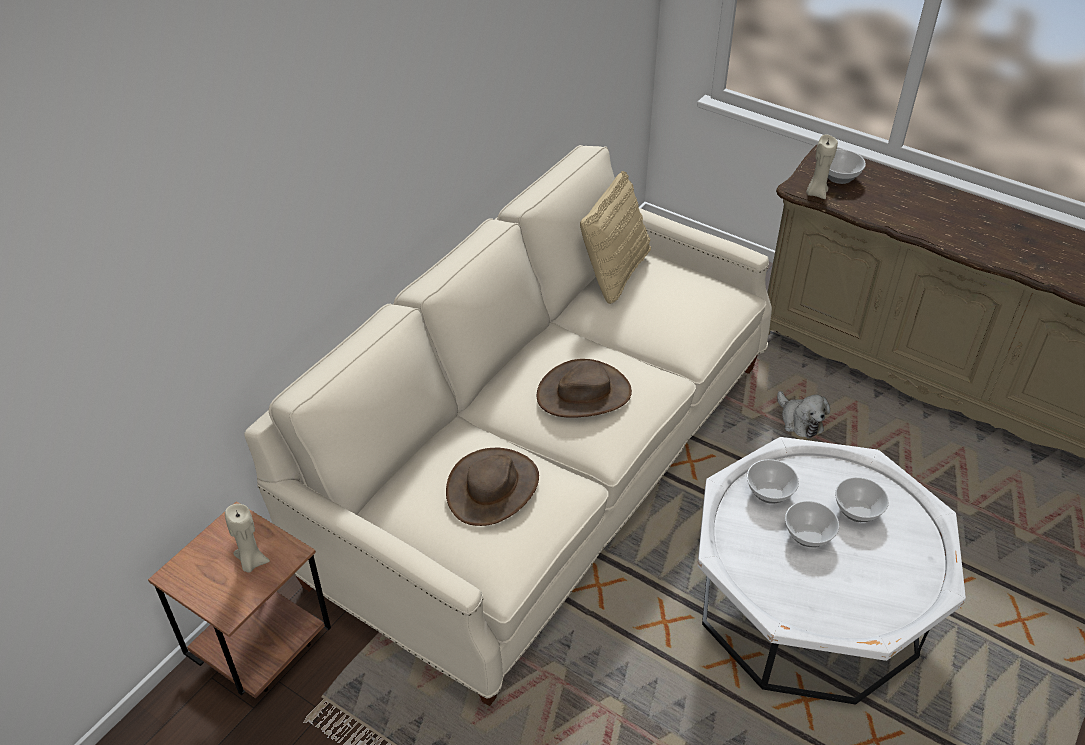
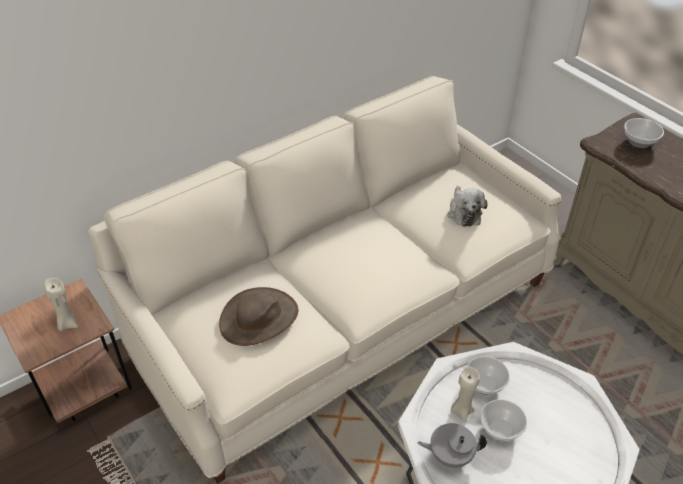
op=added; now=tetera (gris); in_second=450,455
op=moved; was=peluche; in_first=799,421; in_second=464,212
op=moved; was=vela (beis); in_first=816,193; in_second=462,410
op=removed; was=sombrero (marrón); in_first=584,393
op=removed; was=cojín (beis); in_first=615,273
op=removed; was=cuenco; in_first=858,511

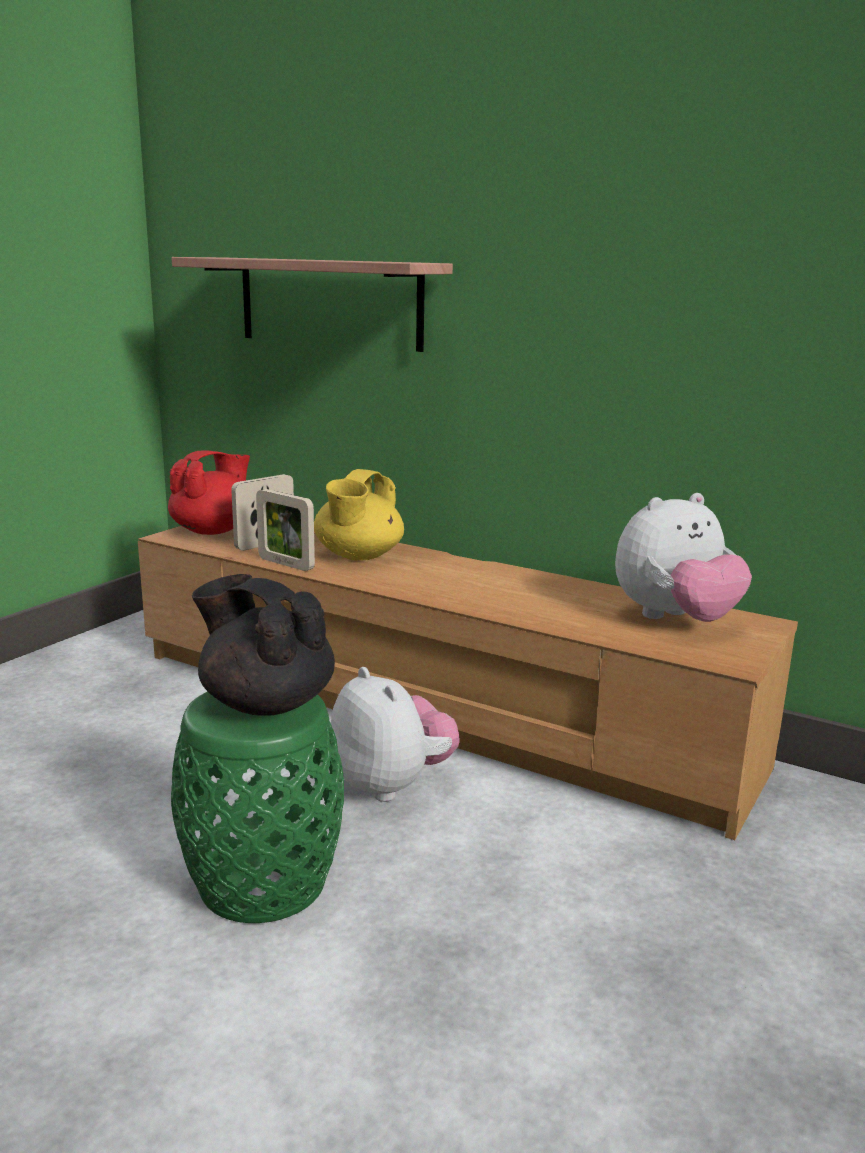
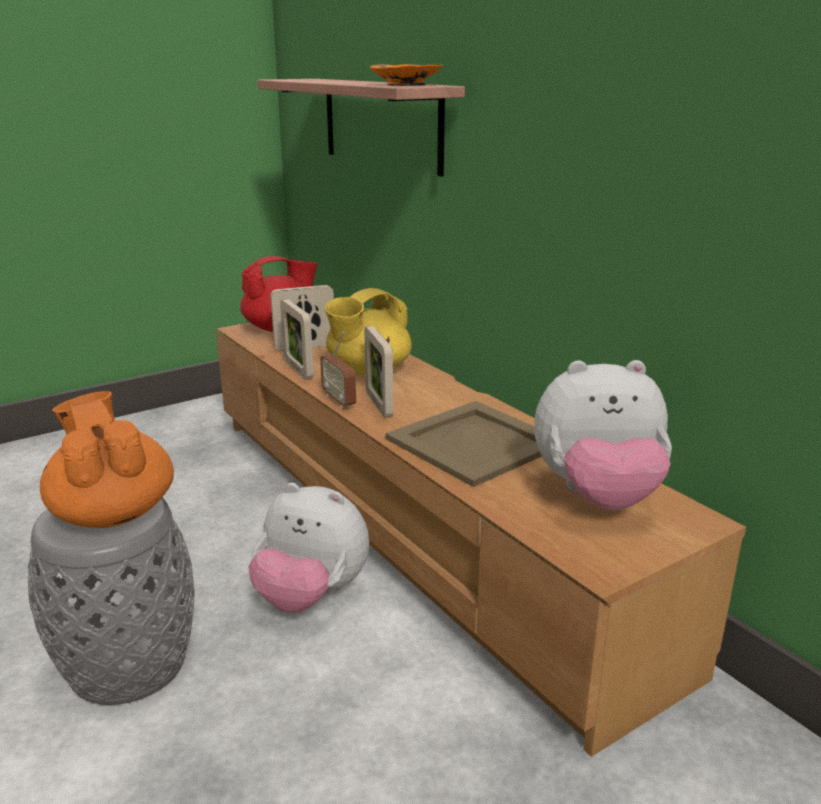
op=recoloured; was=taburete (verde); now=taburete (gris); in_first=263,884; in_second=129,665
op=recoloured; was=tetera (negro); now=tetera (naranja); in_first=266,703; in_second=113,513
op=turned; was=peluche; in_first=392,785; in_second=311,596; clockwise=120
op=added; now=radio; in_second=339,400
op=added; now=portarretratos; in_second=379,404
op=added; now=cuenco (naranja); in_second=407,84
op=added; now=bandeja (beis); in_second=474,443

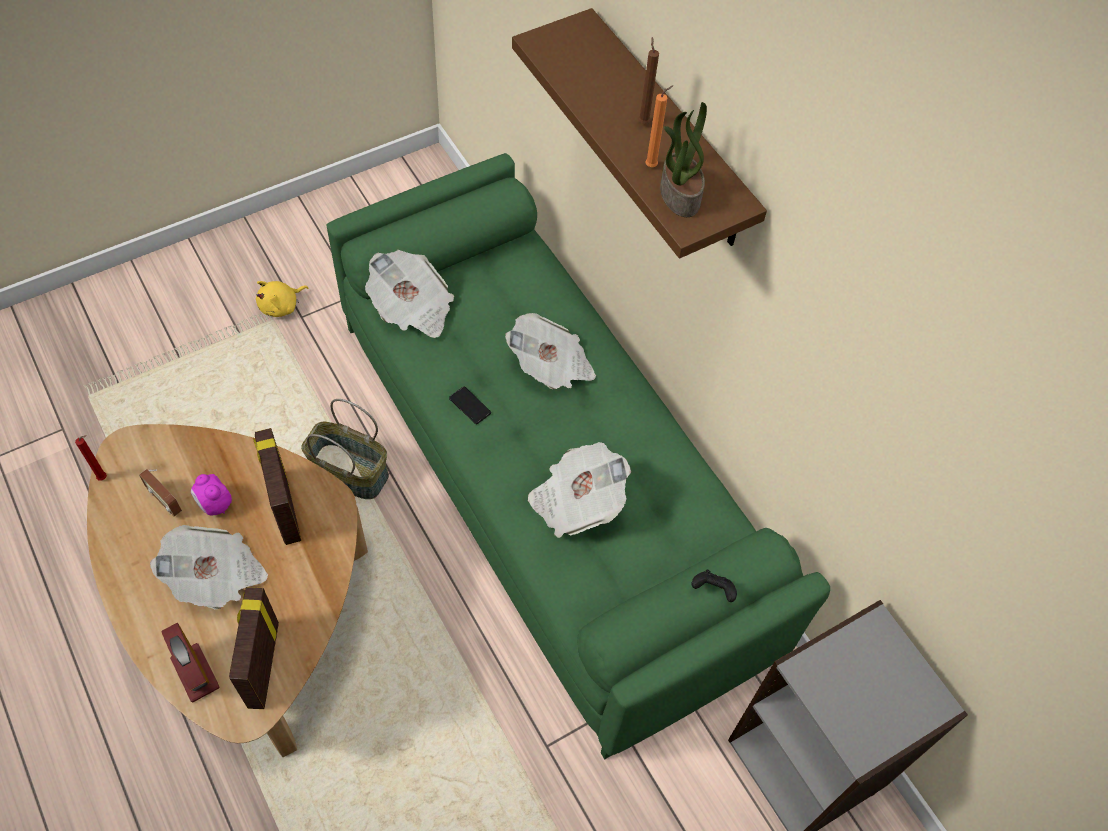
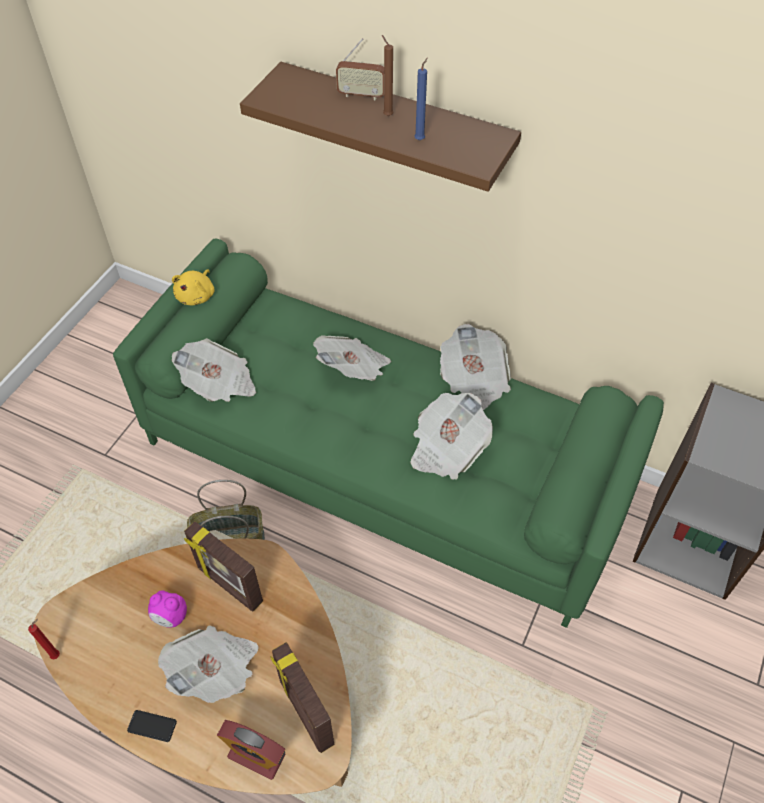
op=moved; was=móvil; in_first=470,405; in_second=152,726
op=moved; was=peluche (amarillo); in_first=281,306; in_second=197,296
op=moved; was=radio; in_first=165,501; in_second=361,95
op=recoloured; was=vela (naranja); now=vela (azul); in_first=653,165; in_second=420,139
op=added; now=periódico; in_second=474,381
op=removed; was=planta en maceta; in_first=678,194
op=removed; was=mando de consola (negro); in_first=713,590

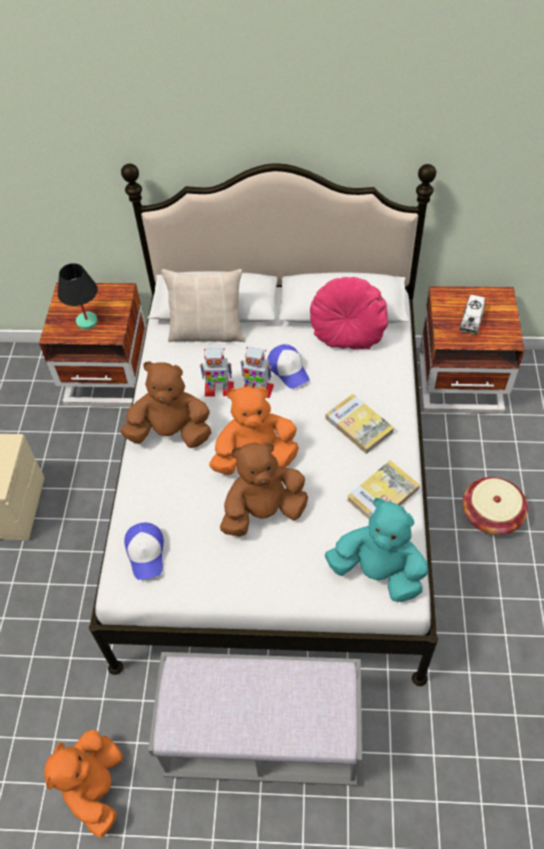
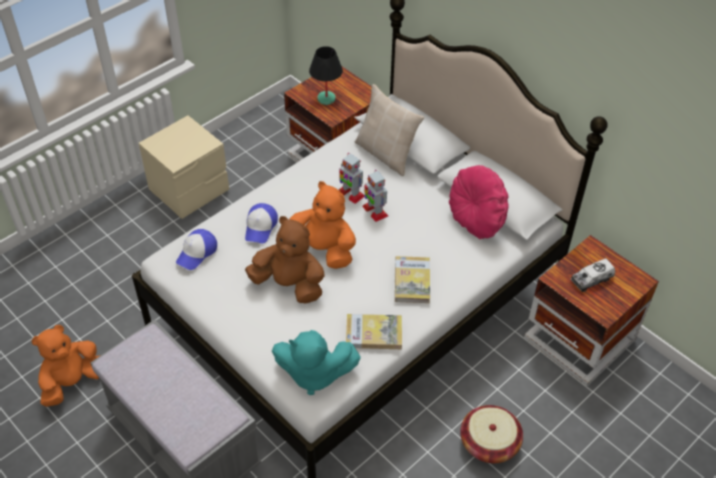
op=moved; was=gorra; in_first=288,370; in_second=261,227
op=turned; was=peluche (turquesa); in_first=378,572; in_second=313,374; clockwise=120
op=removed; was=peluche (marrón); in_first=171,432

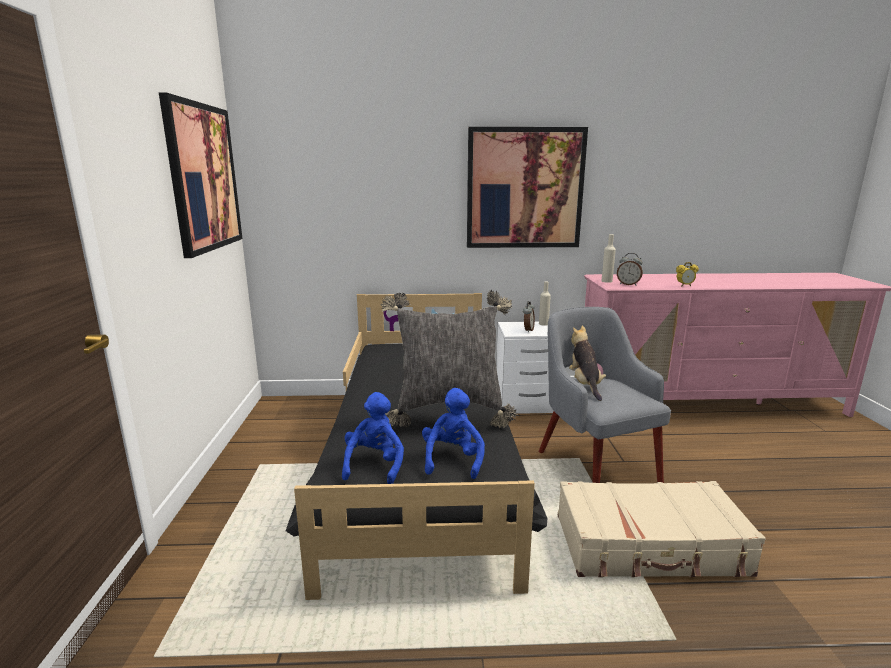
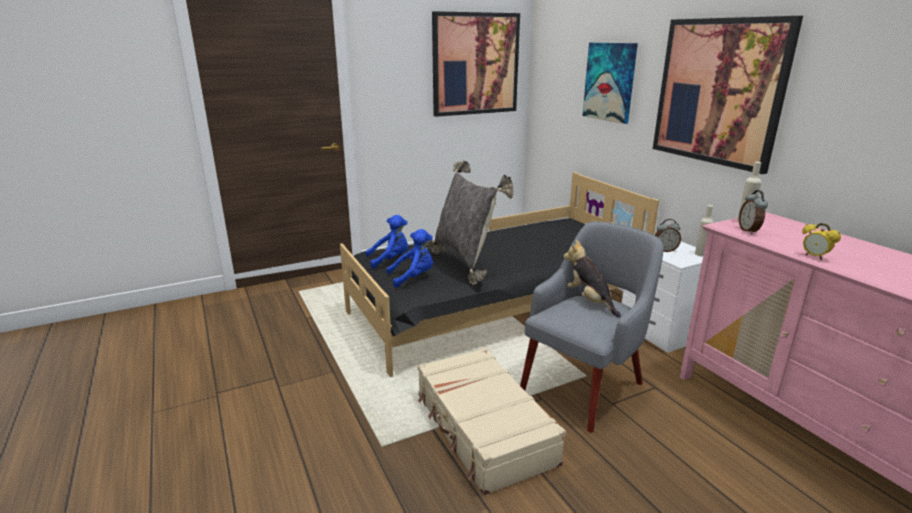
op=turned; was=peluche; in_first=585,384; in_second=589,301; clockwise=-90
op=added; now=cuadro; in_second=610,82

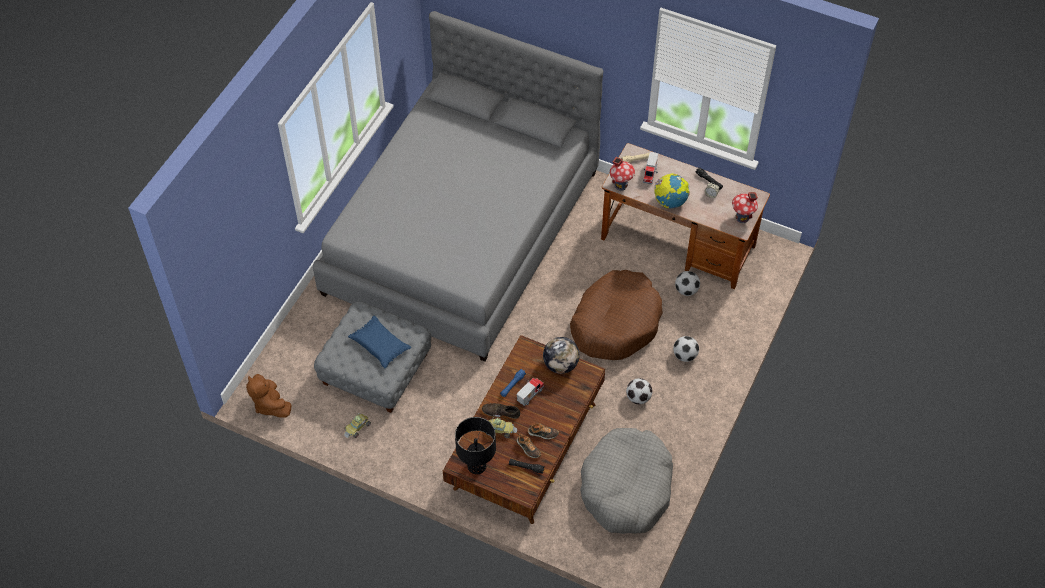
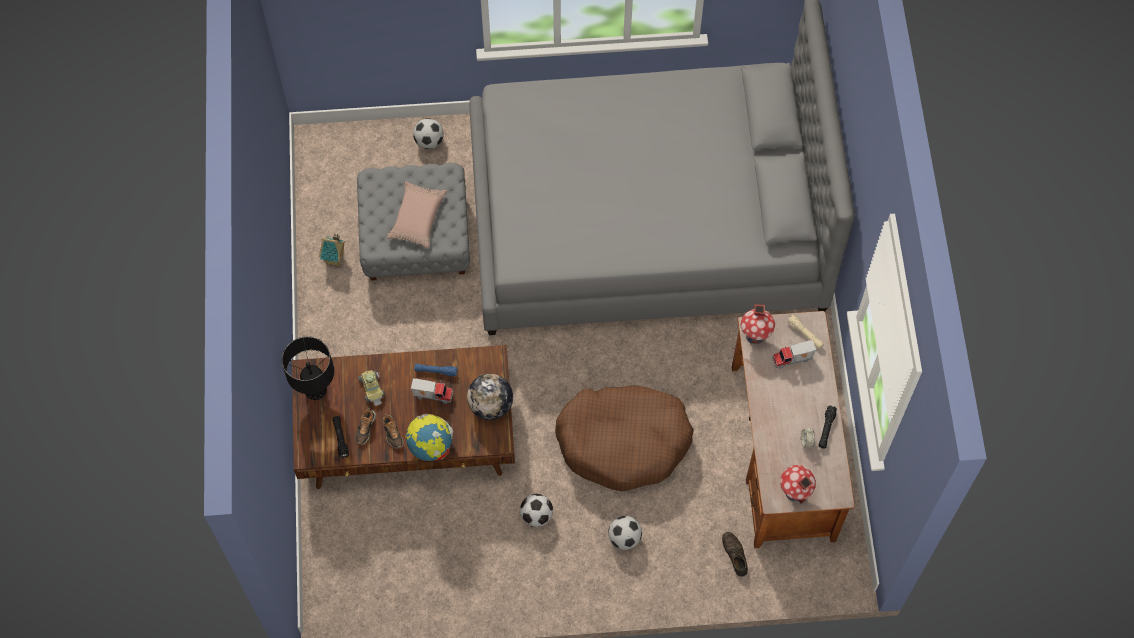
op=replaced; was=coche de juguete; now=casita; in_first=357,428; in_second=335,259
op=recoloured; was=cojín (azul); now=cojín (beis); in_first=379,344; in_second=417,217
op=moved; was=globo terráqueo; in_first=670,202; in_second=431,446
op=moved; was=balón de fútbol; in_first=686,290; in_second=429,141
op=moved; was=zapato (marrón); in_first=501,412; in_second=735,555
op=removed; was=peluche (marrón); in_first=270,404
op=removed; was=cama para perro (gris); in_first=626,488

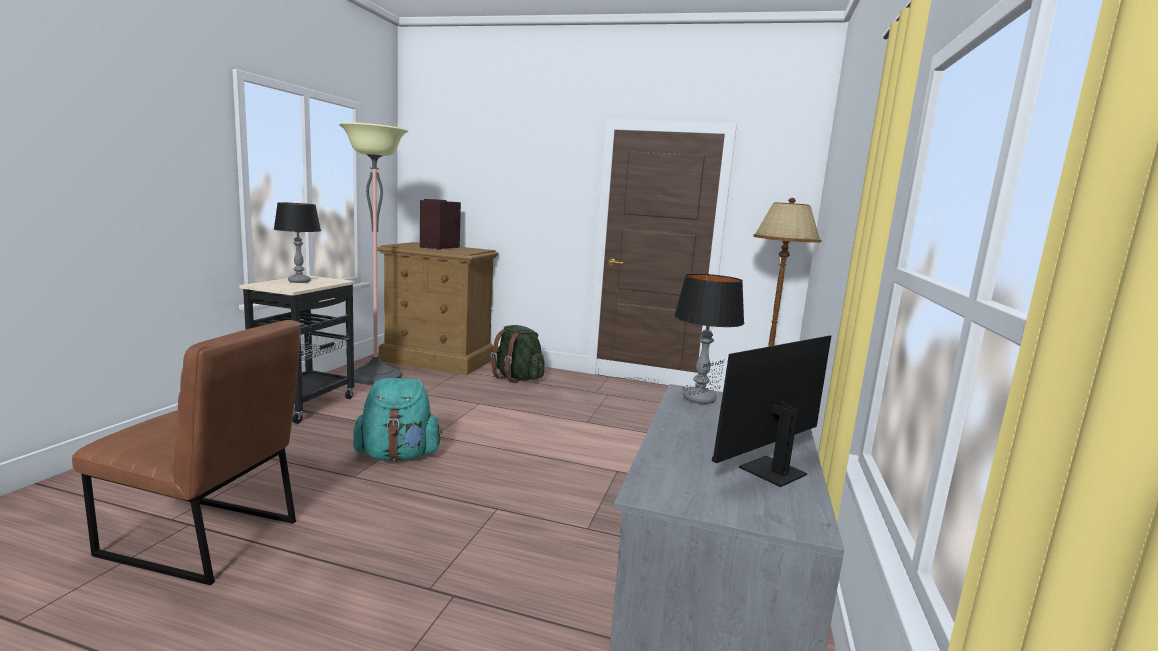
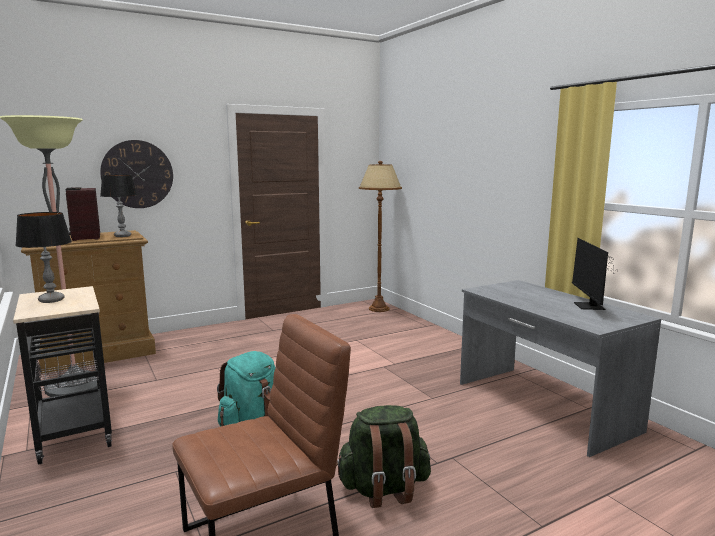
op=added; now=reloj de pared; in_second=137,174
op=moved; was=lámpara de mesa; in_first=699,399; in_second=122,236
op=moved; was=mochila (verde); in_first=517,378; in_second=384,489

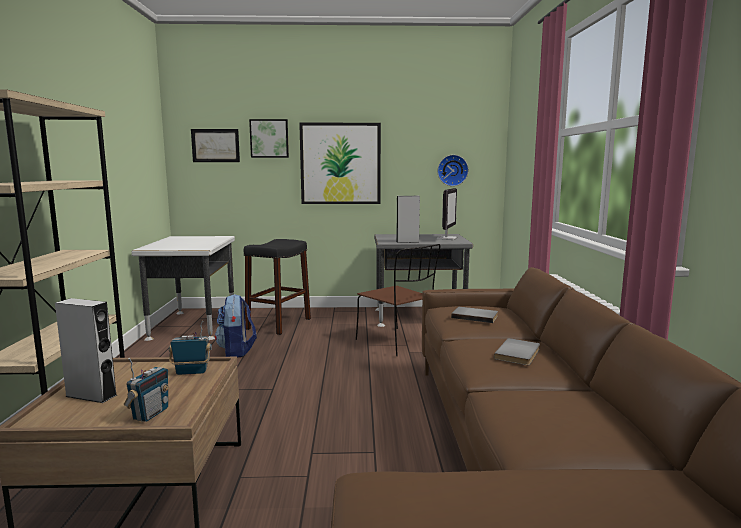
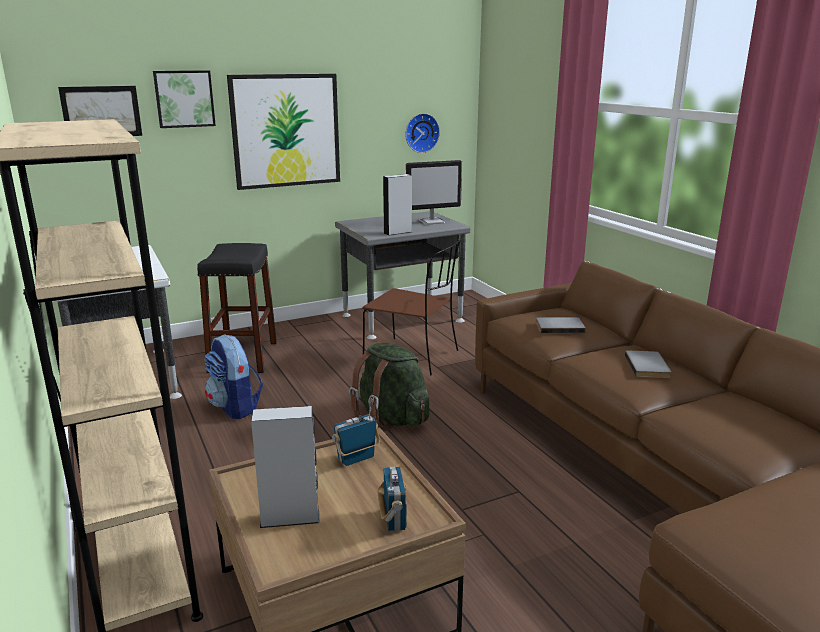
op=added; now=mochila (verde); in_second=391,418
op=turned; was=monitor; in_first=447,238; in_second=432,221; clockwise=75

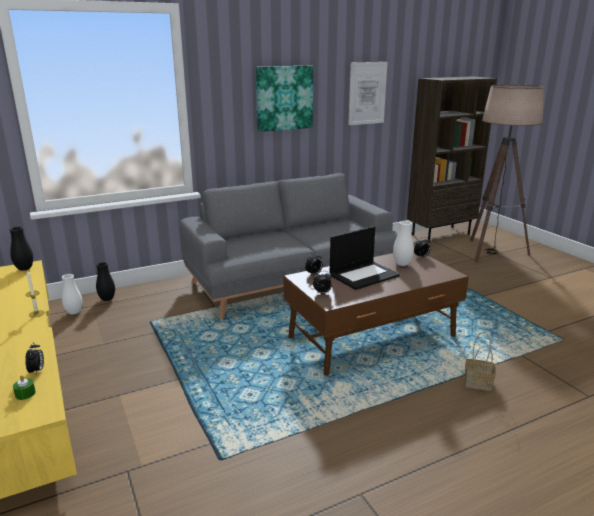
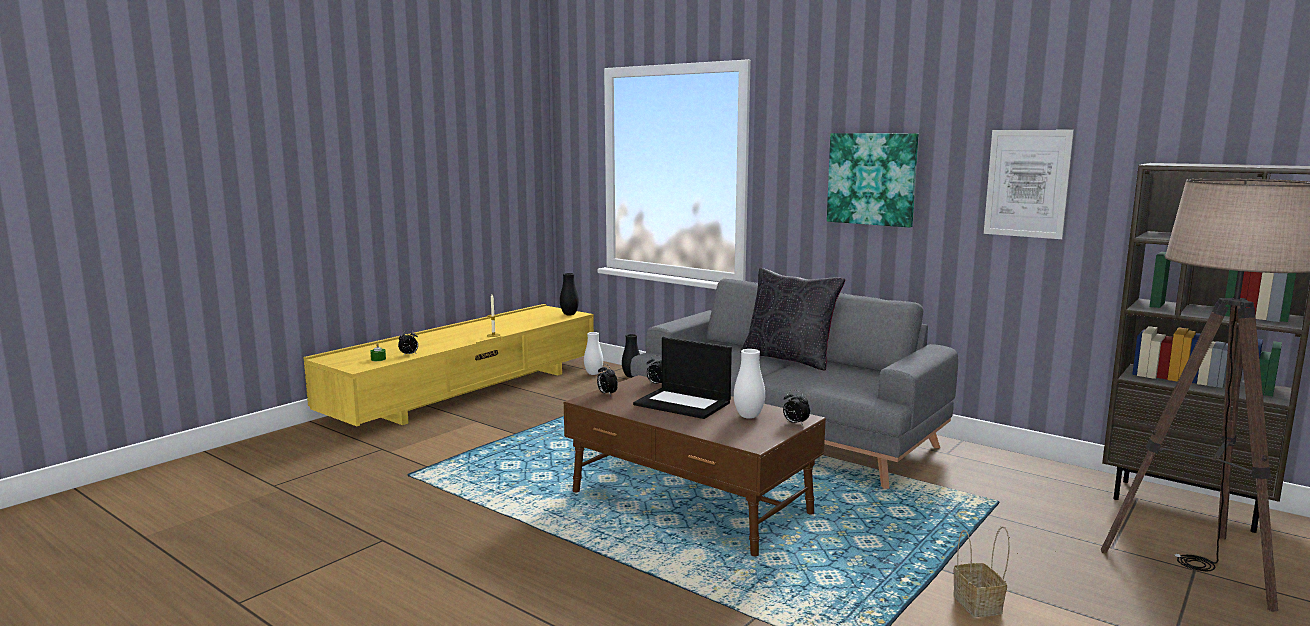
op=added; now=cojín (negro); in_second=789,358
op=moved; was=cesta; in_first=478,383; in_second=979,605

